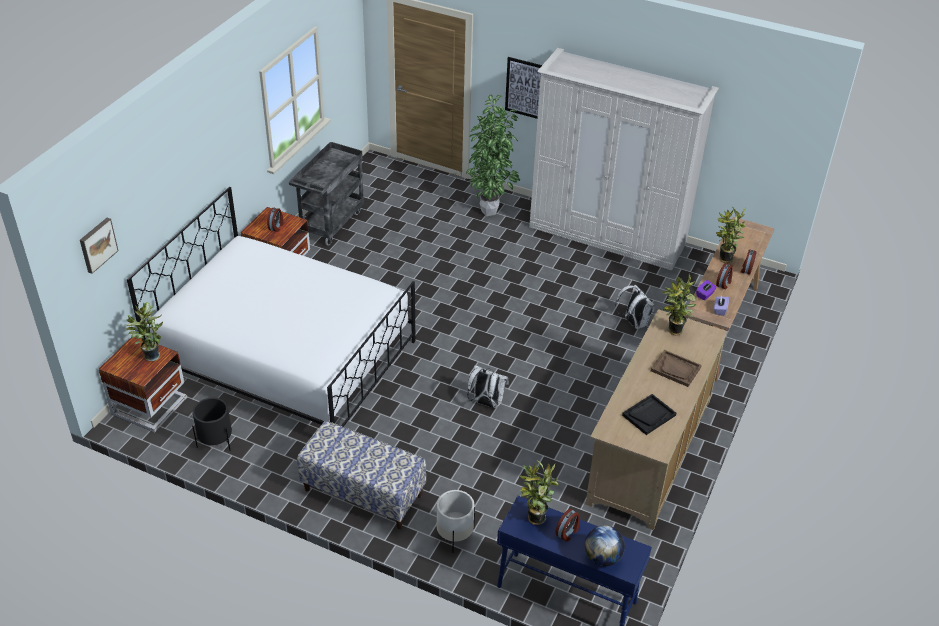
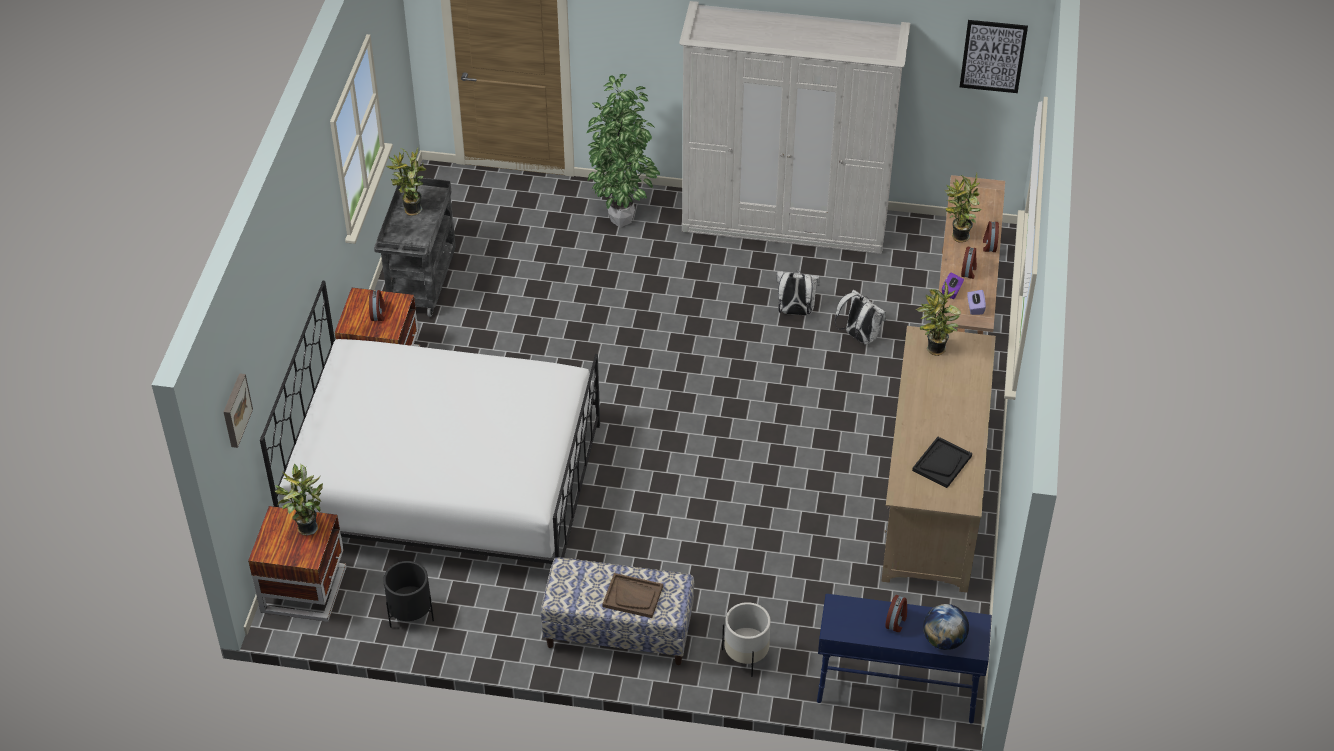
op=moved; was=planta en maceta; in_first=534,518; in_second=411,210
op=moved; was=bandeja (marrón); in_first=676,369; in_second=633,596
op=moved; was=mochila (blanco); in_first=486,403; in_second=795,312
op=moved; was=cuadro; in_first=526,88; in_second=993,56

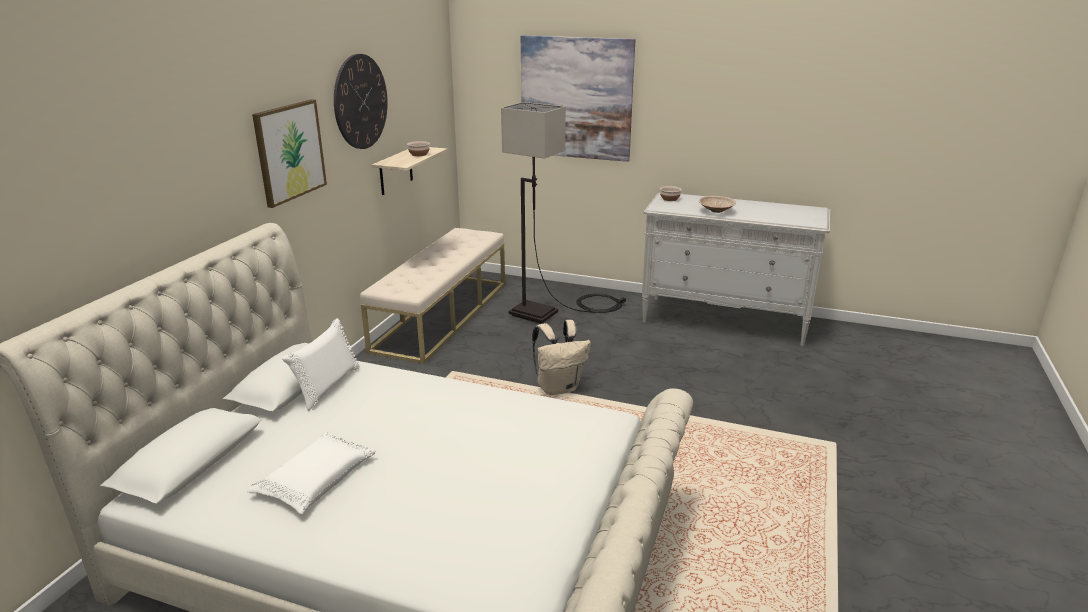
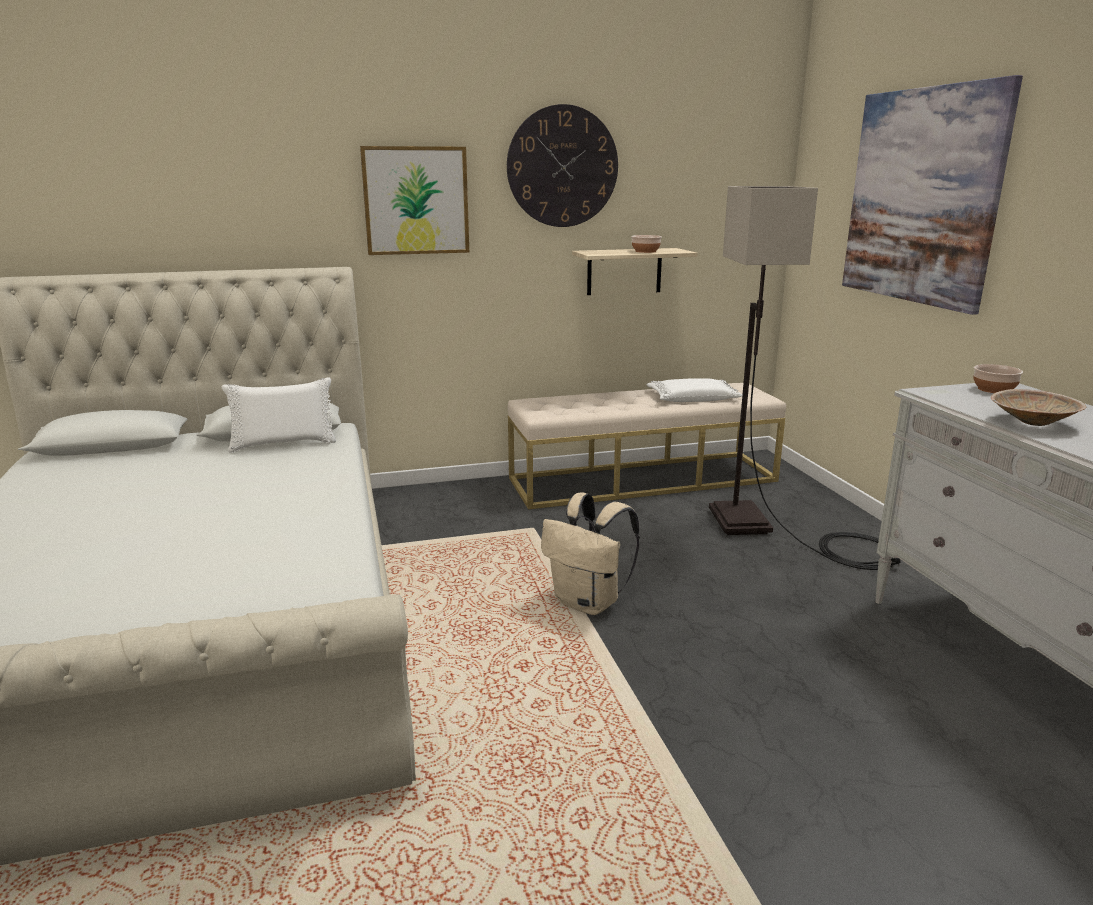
op=moved; was=cojín (blanco); in_first=315,478; in_second=693,397

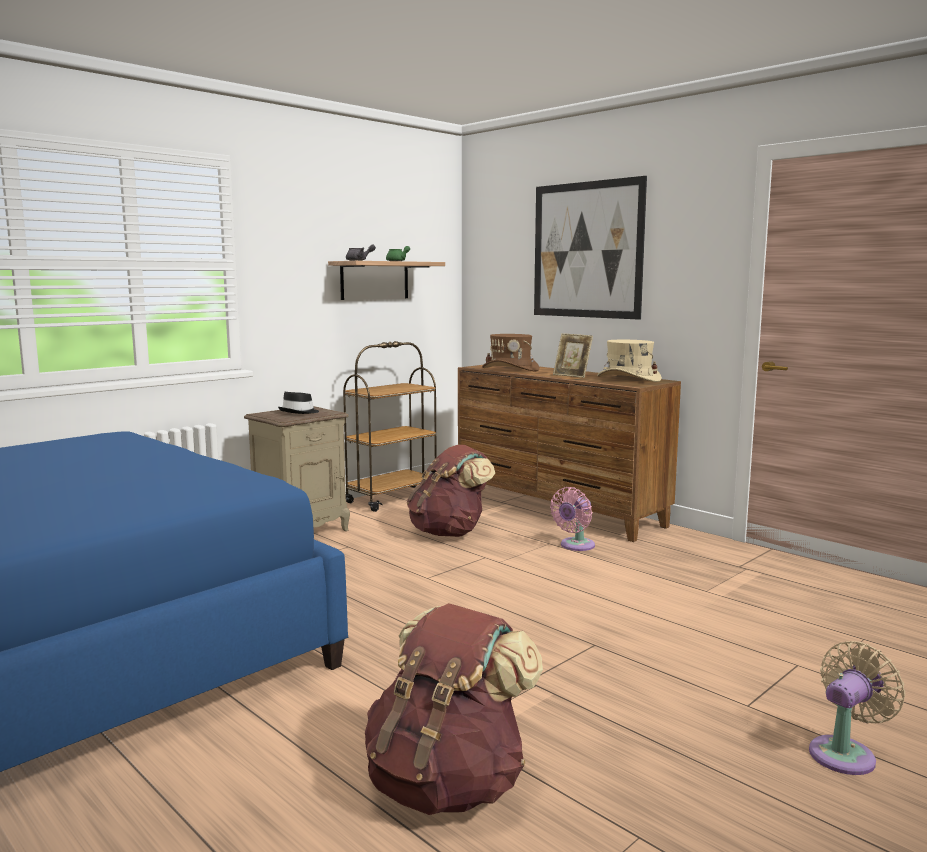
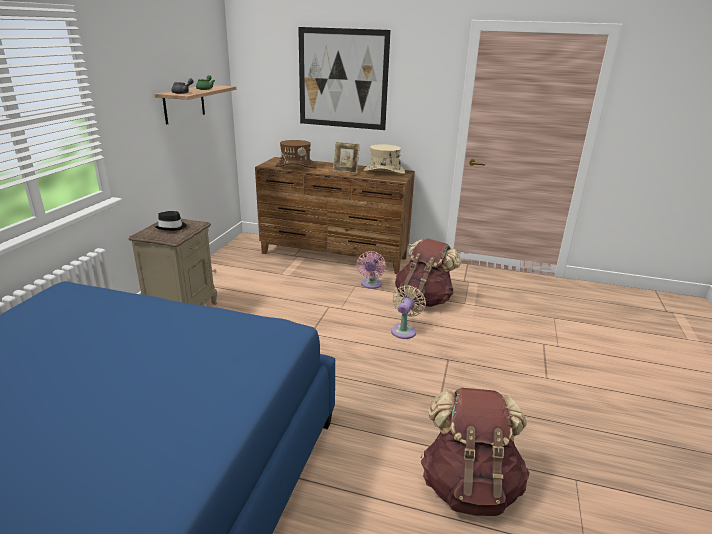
op=moved; was=ventilador (beis); in_first=845,753; in_second=404,330
op=moved; was=mochila (marrón); in_first=450,532; in_second=423,300
op=removed; was=carrito (marrón); in_first=392,499

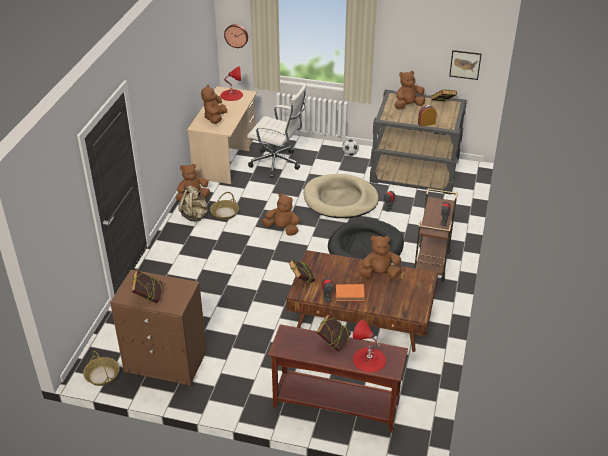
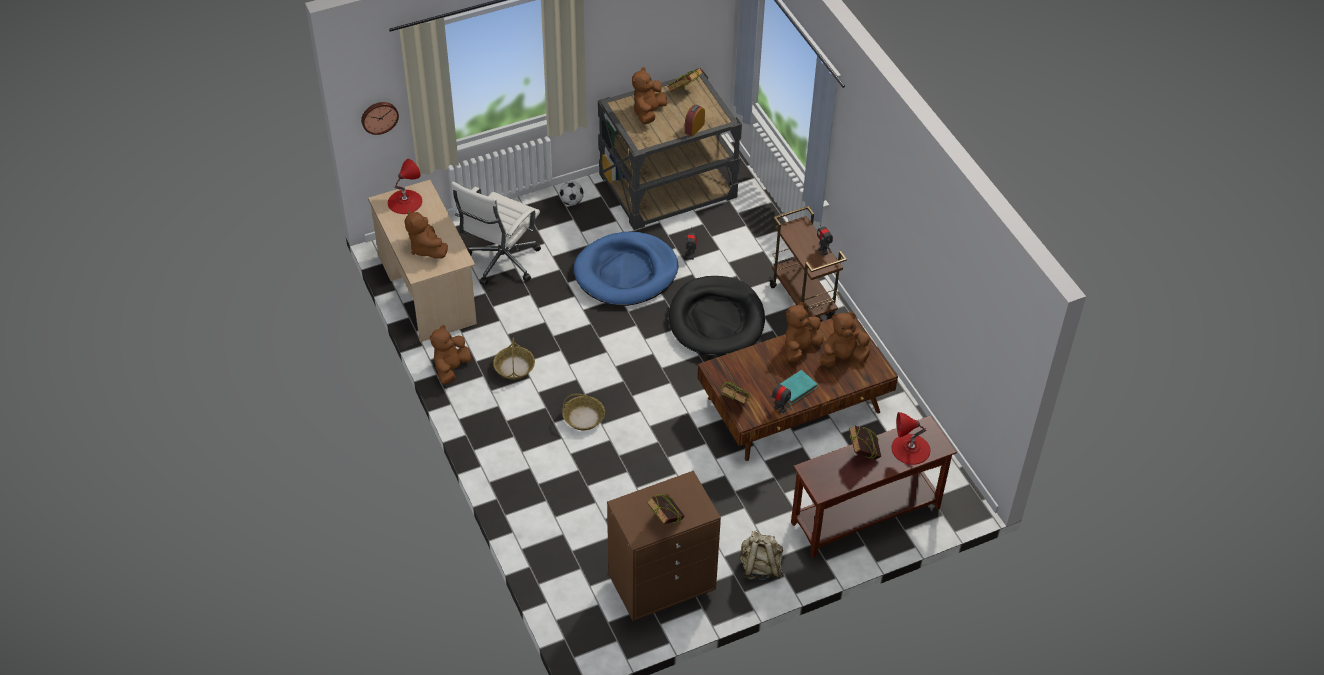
op=turned; was=silla de oficina (blanco); in_first=277,164; in_second=501,263; clockwise=135
op=moved; was=cesta; in_first=102,375; in_second=584,417
op=recoloured; was=cama para perro (beis); now=cama para perro (azul); in_first=340,199; in_second=626,272
op=moved; was=mochila (beis); in_first=195,216; in_second=760,567
op=recoloured; was=libro (naranja); now=libro (turquesa); in_first=351,294; in_second=796,388
op=moved; was=peluche (marrón); in_first=282,229; in_second=843,358
op=removed; was=cuadro; in_first=465,64

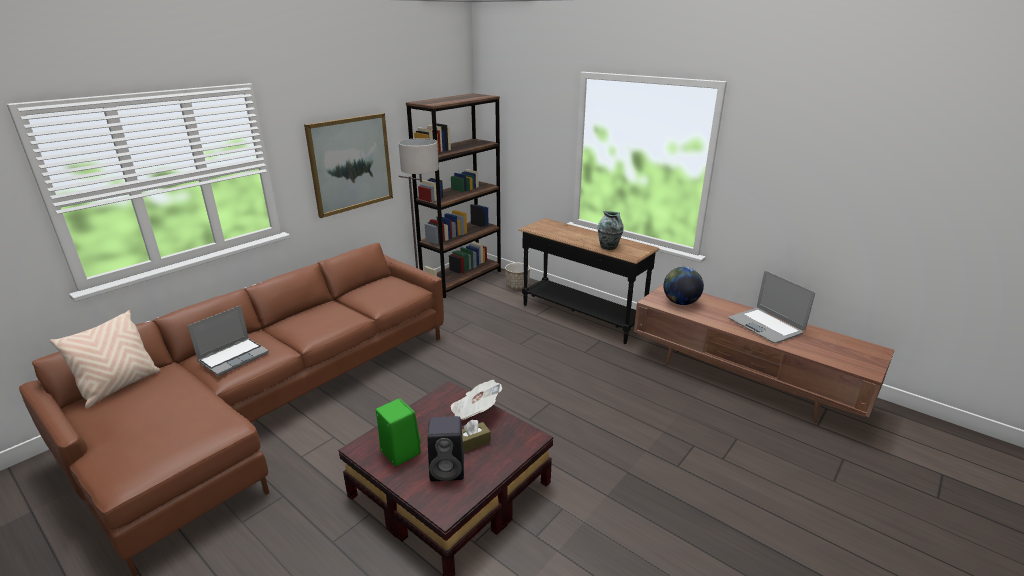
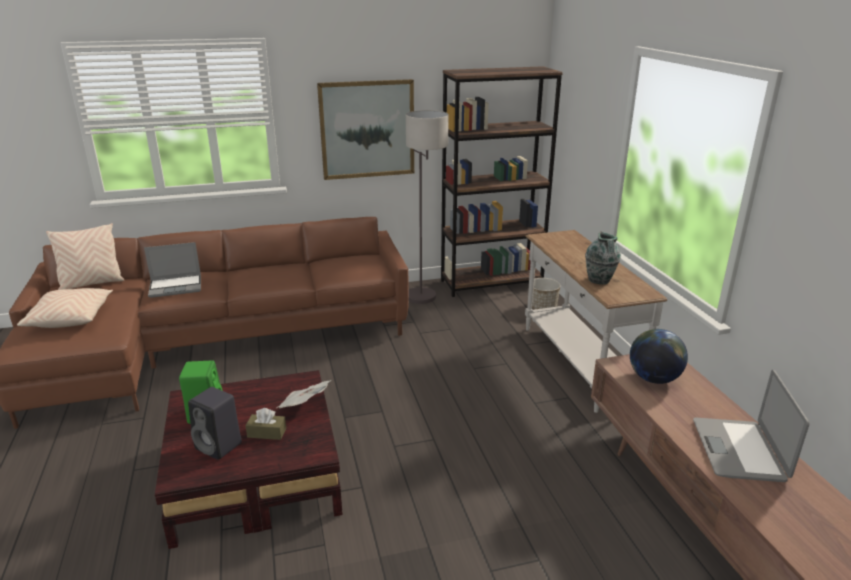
op=added; now=cojín (beis); in_second=70,318
op=recoloured; was=mesa consola (negro); now=mesa consola (blanco); in_first=580,317; in_second=576,363

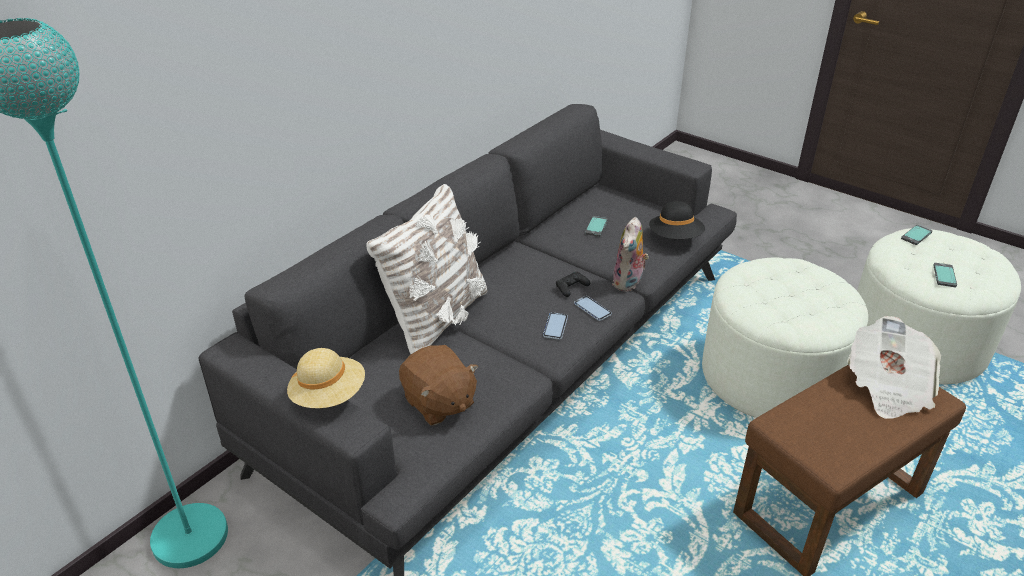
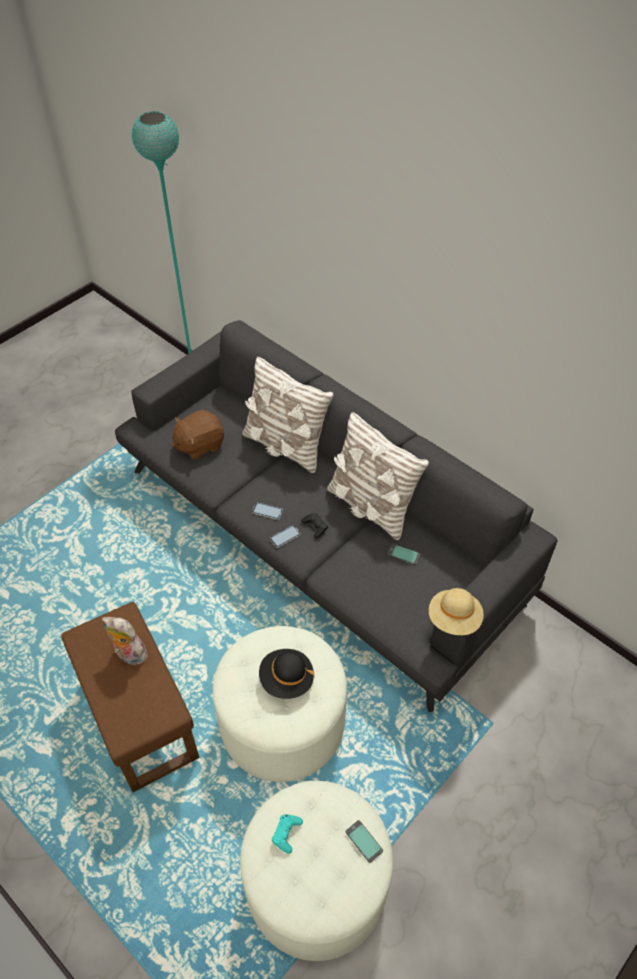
op=moved; was=peluche; in_first=629,283; in_second=129,654
op=moved; was=sombrero (negro); in_first=675,238; in_second=286,679
op=replaced; was=móvil; now=mando de consola (turquesa); in_first=944,275; in_second=286,833
op=added; now=cojín (blanco); in_second=370,507
op=moved; was=sombrero (beis); in_first=329,396; in_second=454,619
op=removed; was=periódico; in_first=887,387

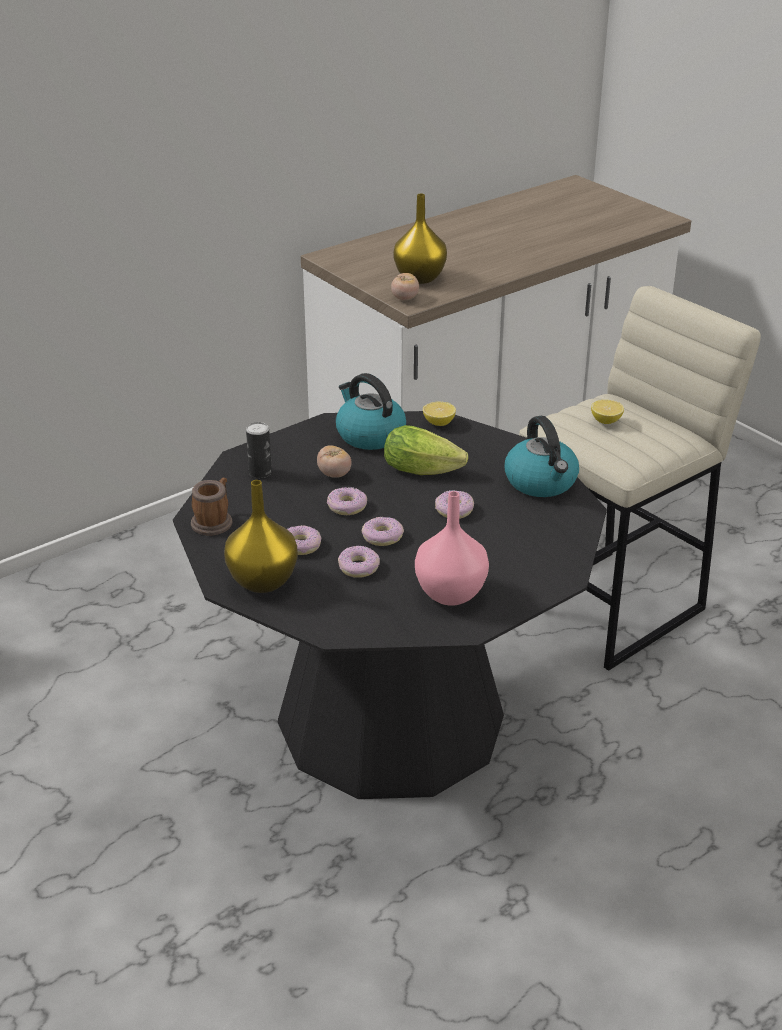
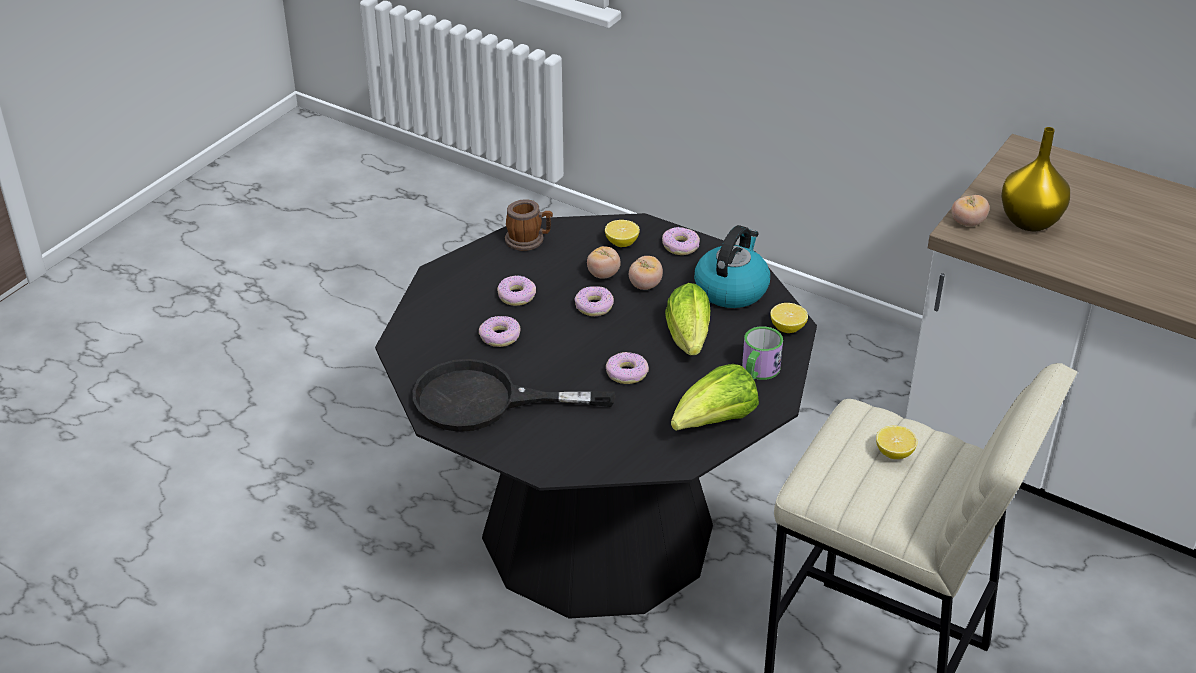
op=replaced; was=florero (rosa); now=sartén (negro); in_first=451,594; in_second=485,401
op=added; now=tomate; in_second=603,274
op=replaced; was=lata; now=limón; in_first=260,472; in_second=621,243
op=moved; was=rosquilla; in_first=382,537; in_second=680,246
op=replaced; was=hervidor; now=lechuga; in_first=541,482; in_second=715,422
op=added; now=taza grande; in_second=758,371
op=removed; was=florero (amarillo); in_first=263,580

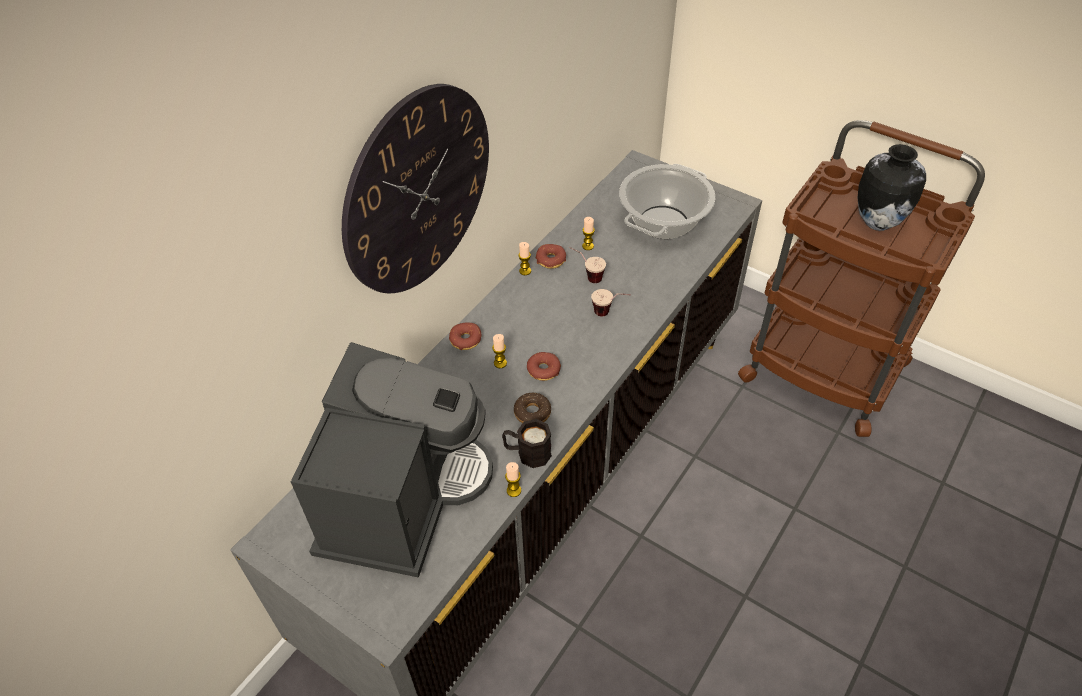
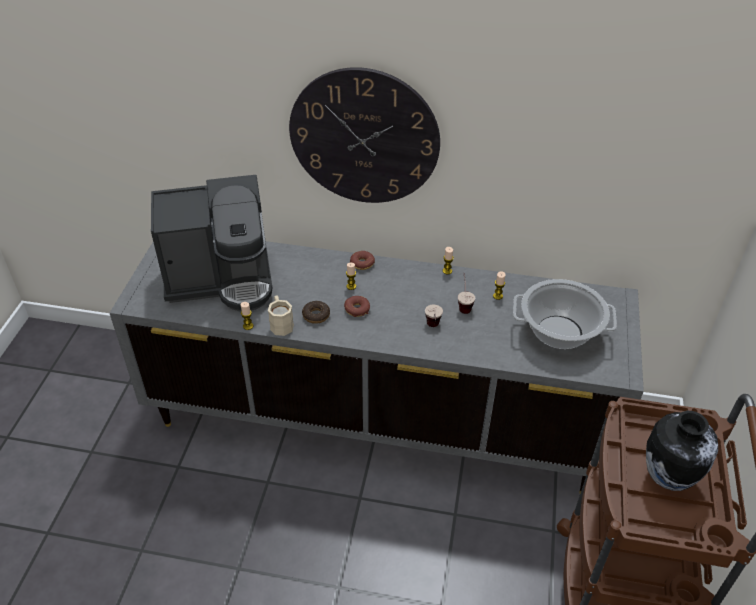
op=recoloured; was=taza grande (negro); now=taza grande (beis); in_first=527,453; in_second=281,323
op=removed; was=rosquilla; in_first=551,260

